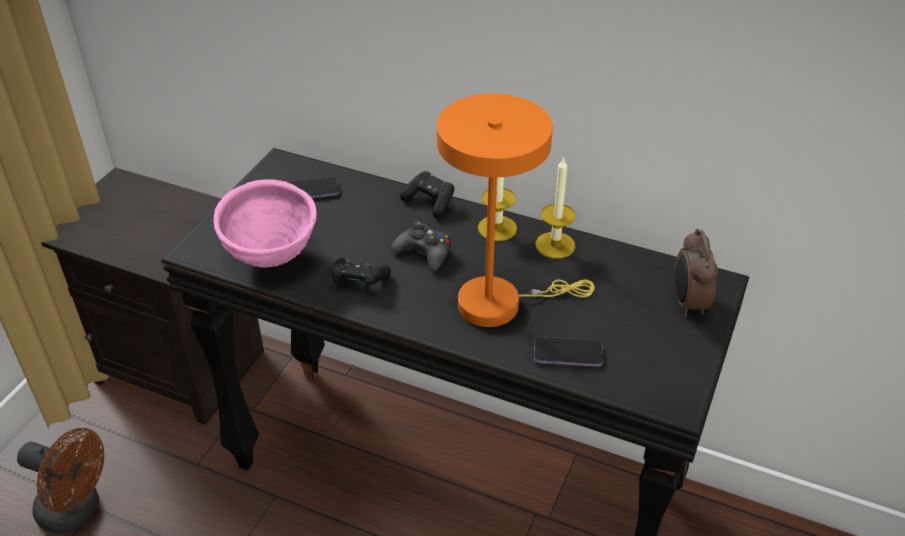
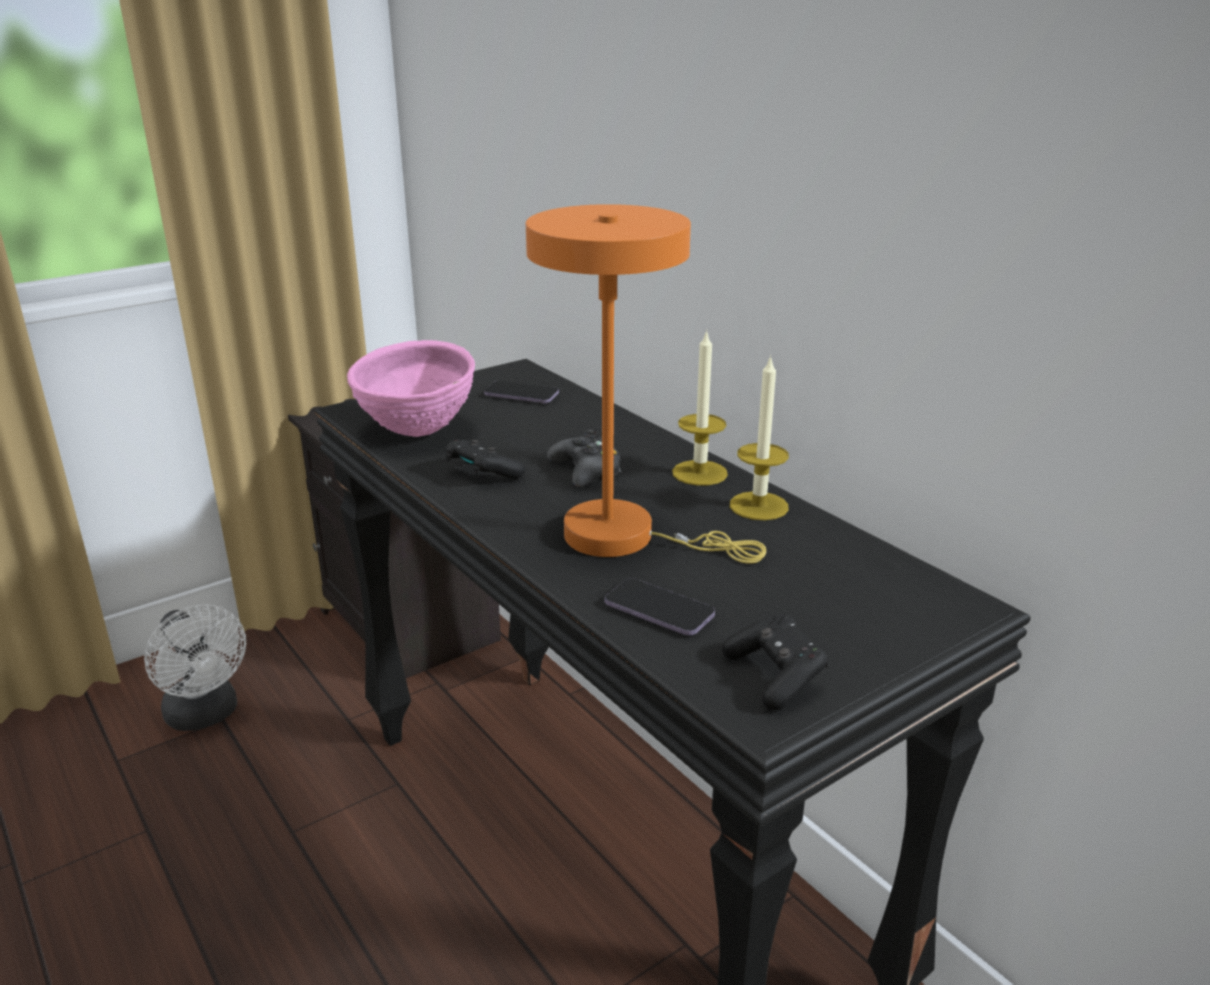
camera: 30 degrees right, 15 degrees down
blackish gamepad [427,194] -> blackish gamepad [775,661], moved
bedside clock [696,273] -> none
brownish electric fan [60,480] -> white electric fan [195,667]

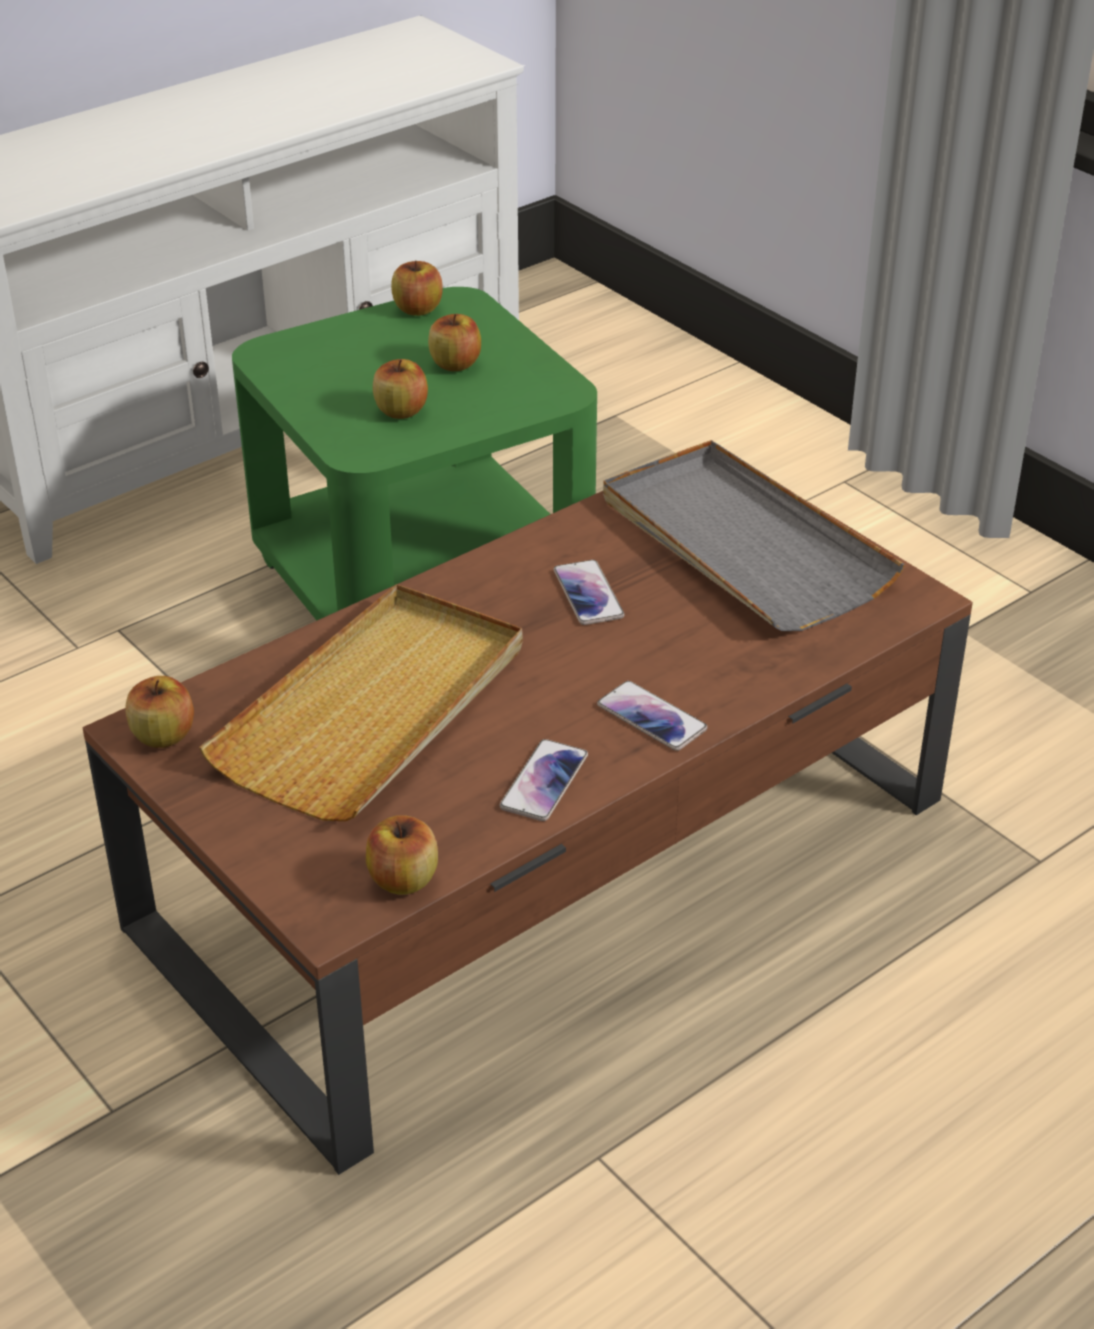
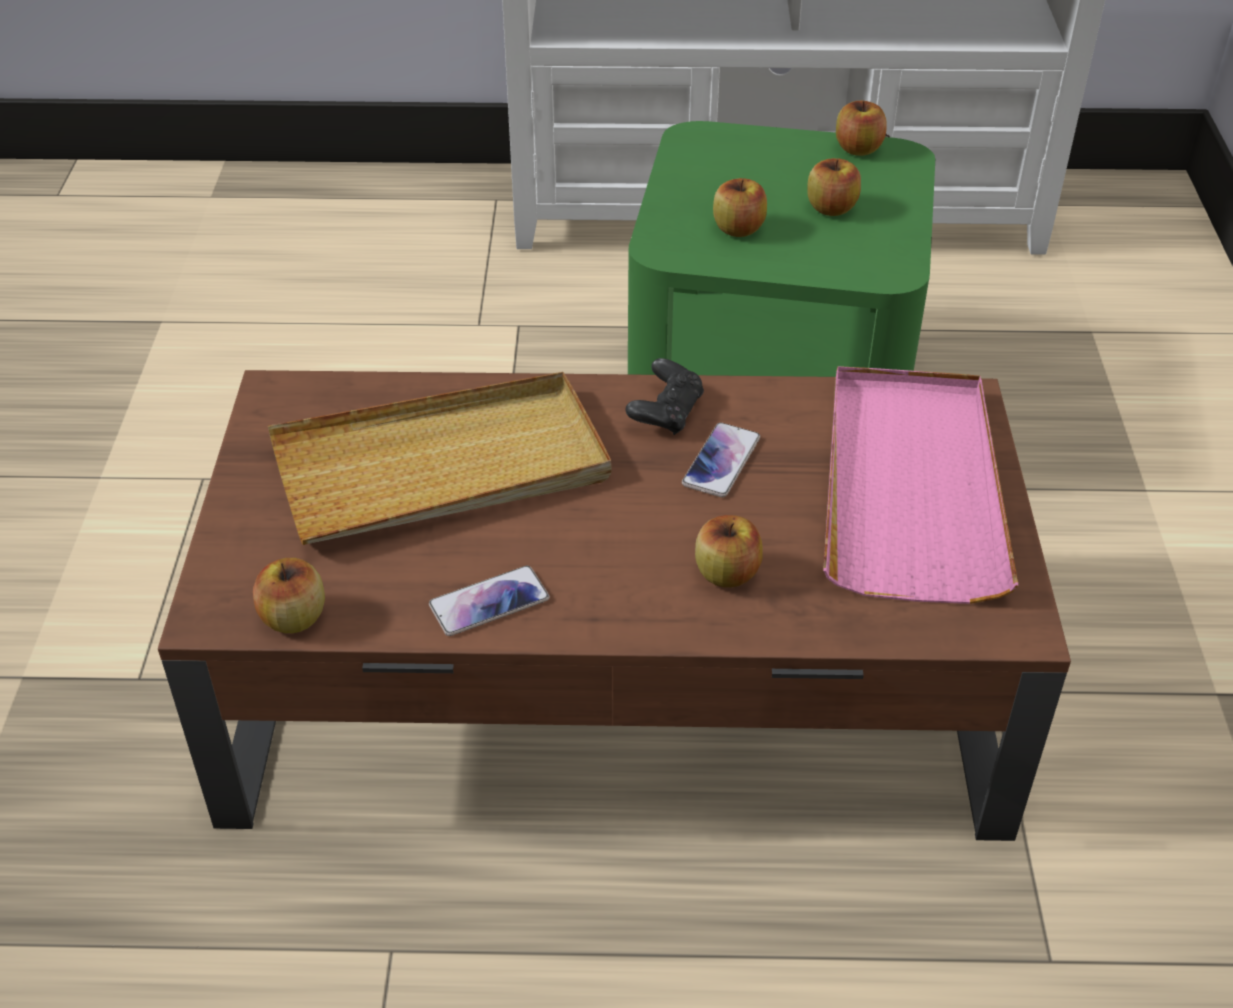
camera: 40 degrees right, 5 degrees up
gray carrying tray [754,535] -> pink-coloured carrying tray [921,485]
whole apple [159,712] -> whole apple [729,551], moved
telephone [652,716] -> none
none -> blackish gamepad [665,396]

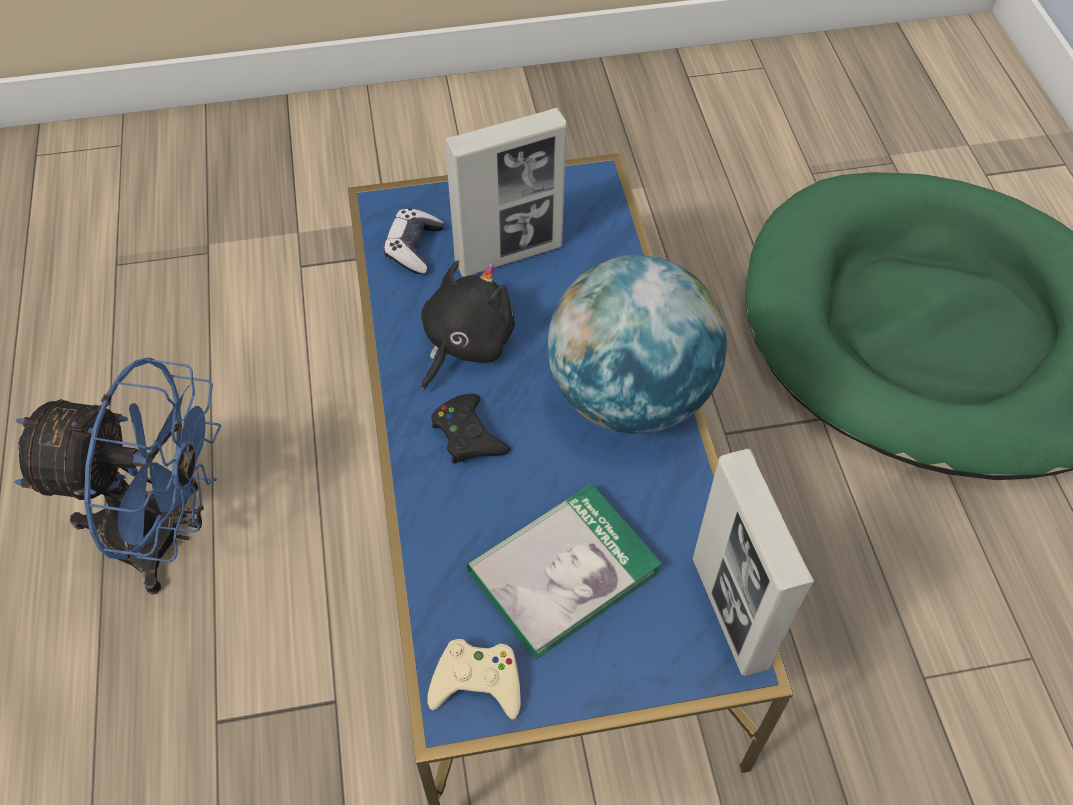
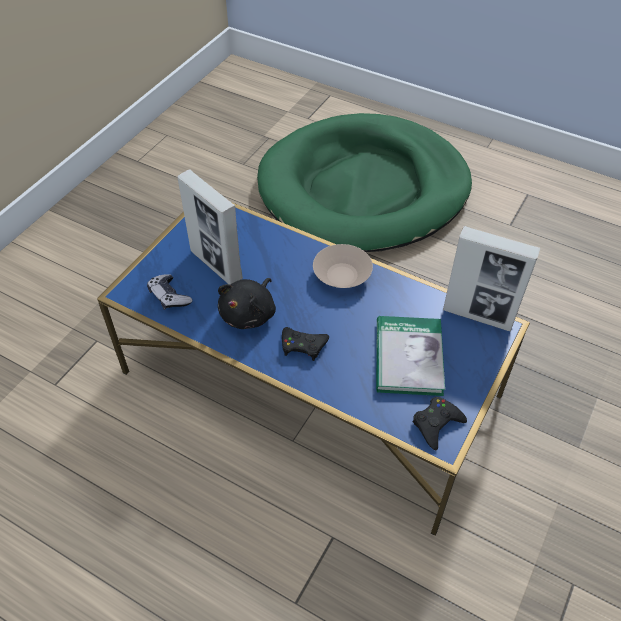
camera: 50 degrees left, 5 degrees down
standing frame [505,192] -> standing frame [210,227], 120 degrees clockwise
desk globe [637,344] -> beige deep dish [343,266]
blackish plush toy [468,325] -> blackish plush toy [247,303], 135 degrees counterclockwise
bluish electric fan [117,476] -> none
beige gamepad [474,679] -> blackish gamepad [440,424]

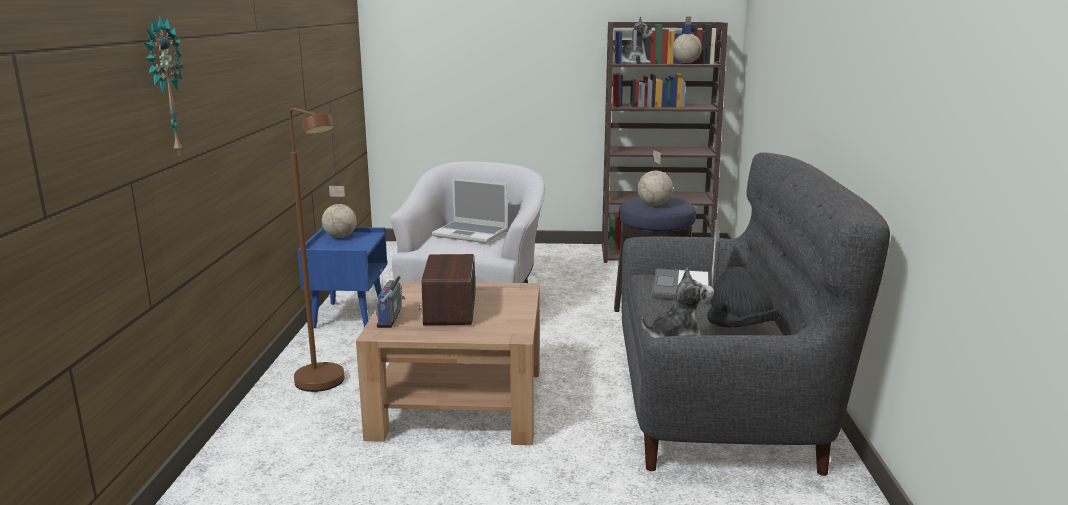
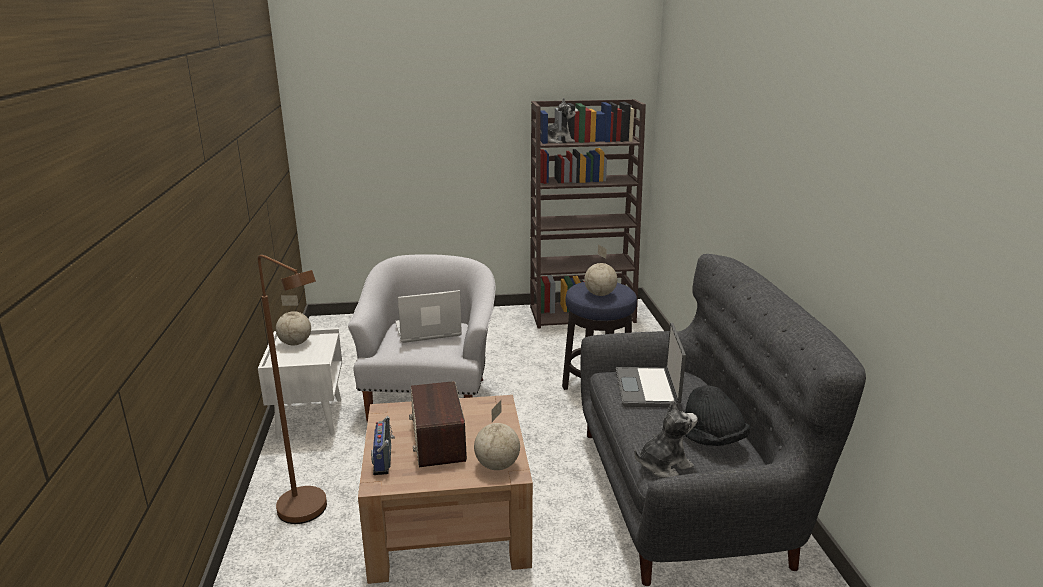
camera: 10 degrees left, 5 degrees up
clock on the wall [164,85] -> none
desk globe [687,39] -> desk globe [497,435], moved
laptop [469,210] -> laptop [428,316], 150 degrees clockwise
bluish bedside table [342,277] -> white bedside table [300,383]

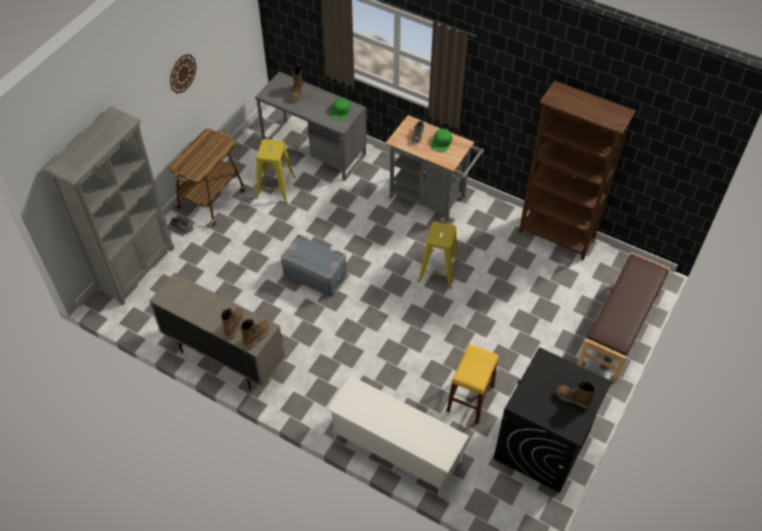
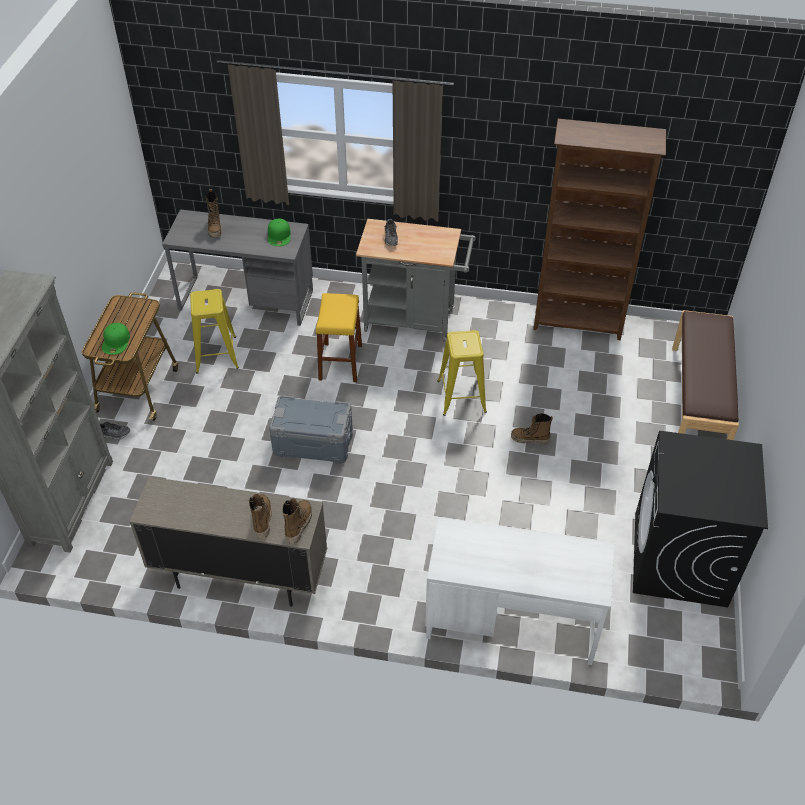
camera: 20 degrees left, 5 degrees down
clock on the wall [183,74] -> none
green-coloured peaked cap [441,140] -> green-coloured peaked cap [116,339], moved
yellow-coloured sitting stool [472,384] -> yellow-coloured sitting stool [339,337], moved
white shoe rack [397,435] -> white desk [519,591]
high-top boot [576,395] -> high-top boot [532,429], moved

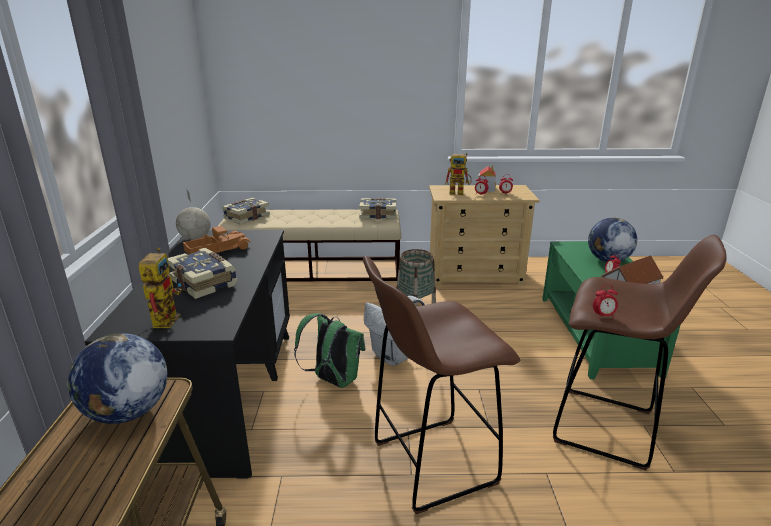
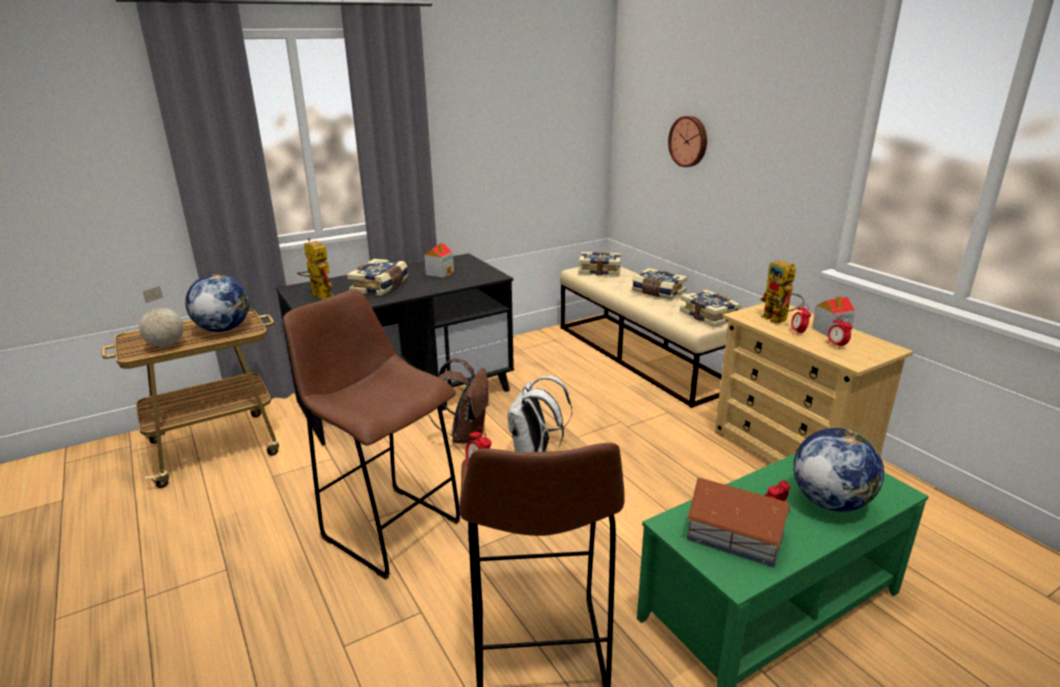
camera: 60 degrees right, 0 degrees up
desk globe [193,215] -> desk globe [161,316], moved
model truck [217,240] -> model house [439,260]
model robot [160,288] -> model robot [315,268], 105 degrees counterclockwise
basket [416,278] -> none
green-coloured backpack [329,350] -> brownish backpack [458,401]
none -> clock on the wall [687,141]
none -> bound book [660,284]

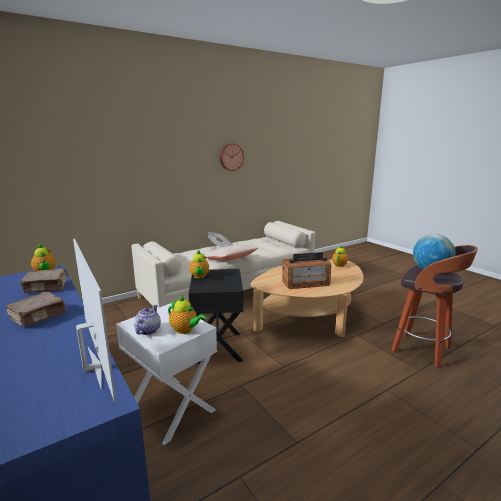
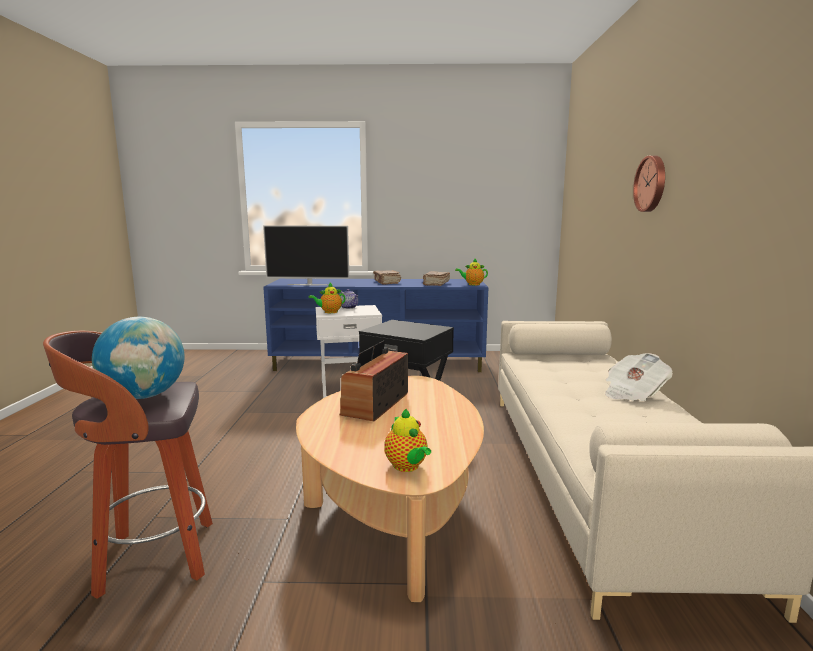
camera: 125 degrees right, 5 degrees down
clock on the wall [232,157] -> clock on the wall [649,183], moved
beige pillow [231,253] -> none
teapot [199,264] -> none

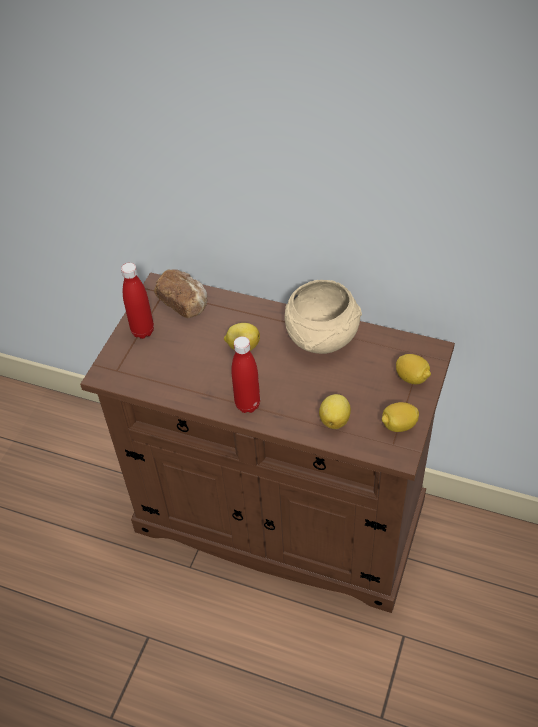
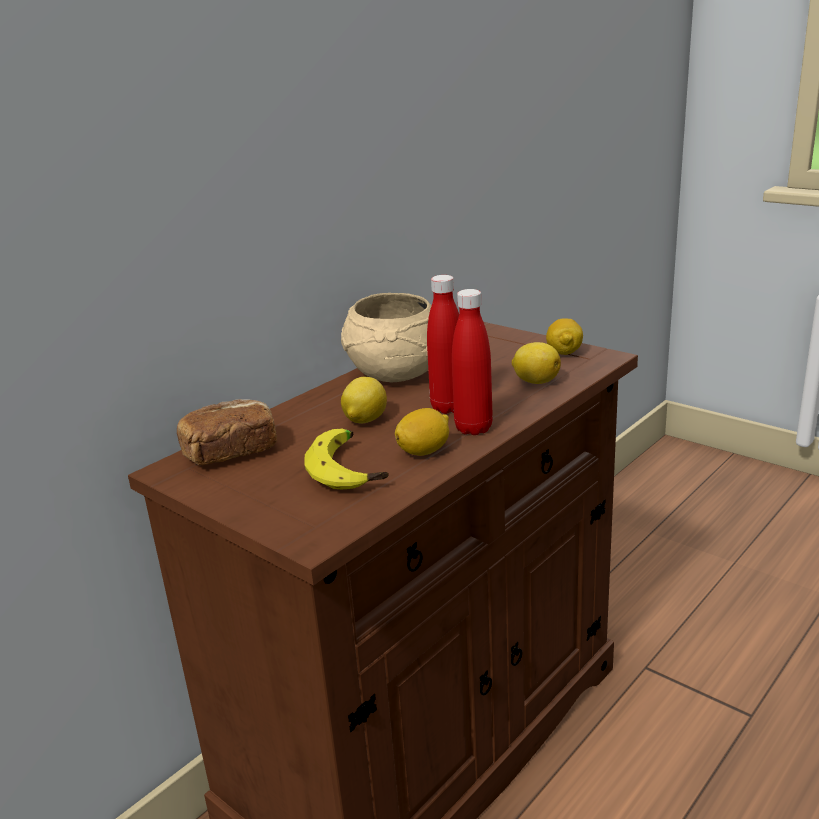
camera: 70 degrees left, 25 degrees down
red bottle [137,301] -> red bottle [443,344], moved
citrus fruit [413,369] -> citrus fruit [422,432], moved
none -> whole banana [347,458]

